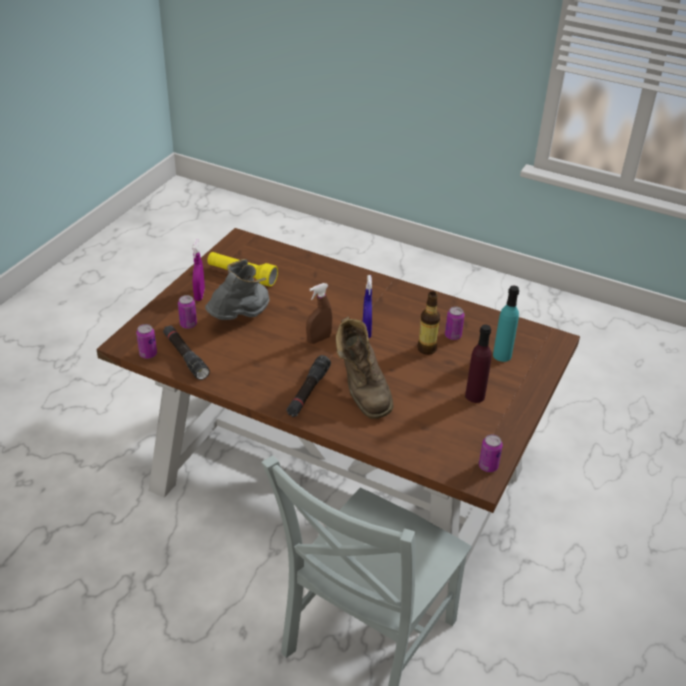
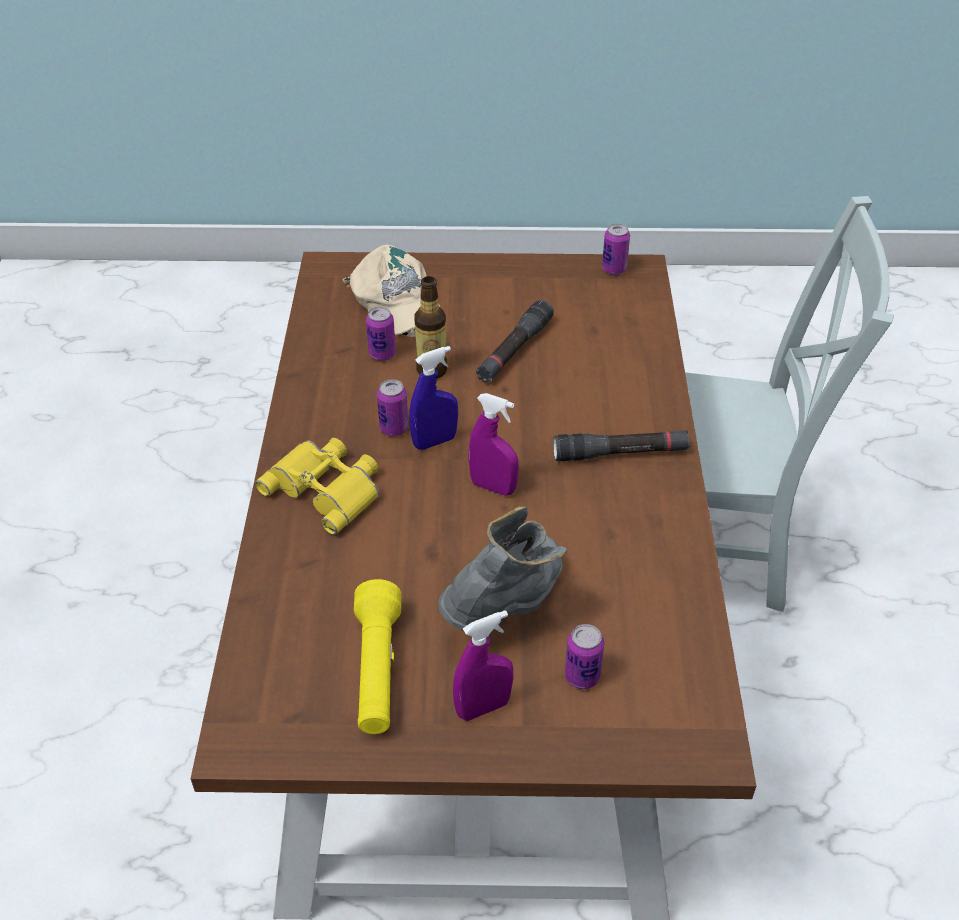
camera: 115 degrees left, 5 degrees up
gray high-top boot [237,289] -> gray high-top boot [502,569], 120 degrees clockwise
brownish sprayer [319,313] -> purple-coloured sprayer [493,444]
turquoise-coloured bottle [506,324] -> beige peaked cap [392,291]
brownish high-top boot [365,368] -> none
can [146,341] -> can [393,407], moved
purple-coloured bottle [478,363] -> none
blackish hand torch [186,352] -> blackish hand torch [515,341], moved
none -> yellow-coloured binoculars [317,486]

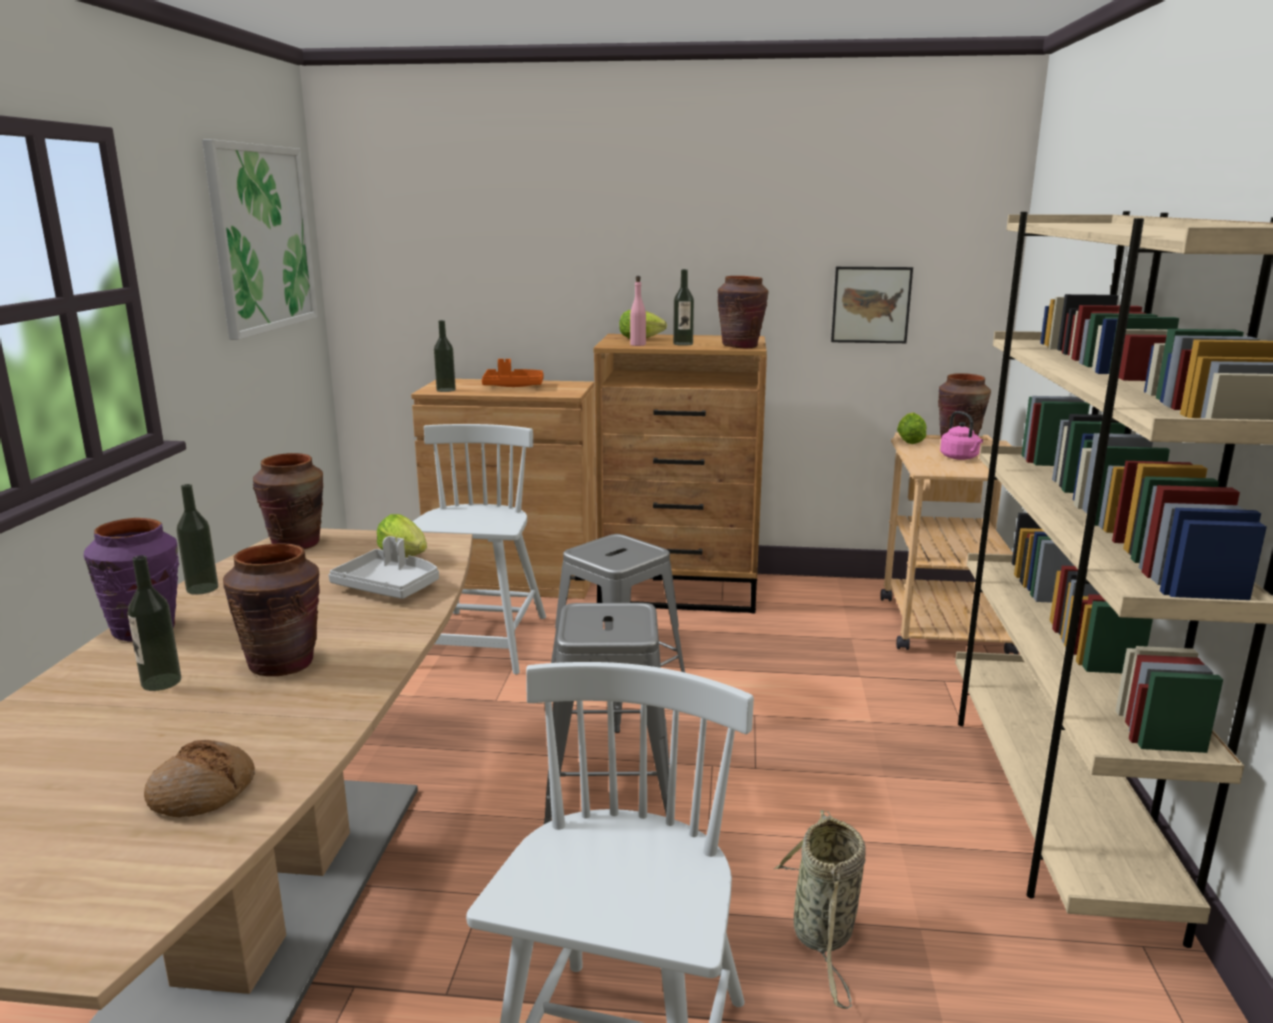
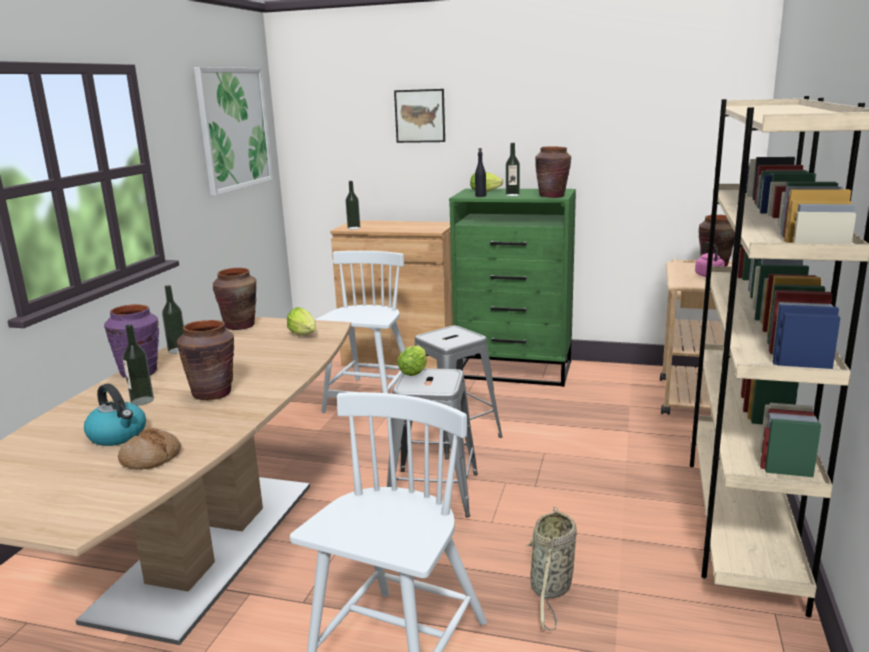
camera: 10 degrees right, 0 degrees up
wall art [872,305] -> wall art [419,116], moved
pink-coloured bottle [638,311] -> blackish bottle [480,172]
brownish dresser [680,473] -> green-coloured dresser [512,287]
orange-coloured carrying tray [513,373] -> none
head of lettuce [912,428] -> head of lettuce [412,360], moved
gray carrying tray [383,567] -> none
none -> water kettle [115,415]

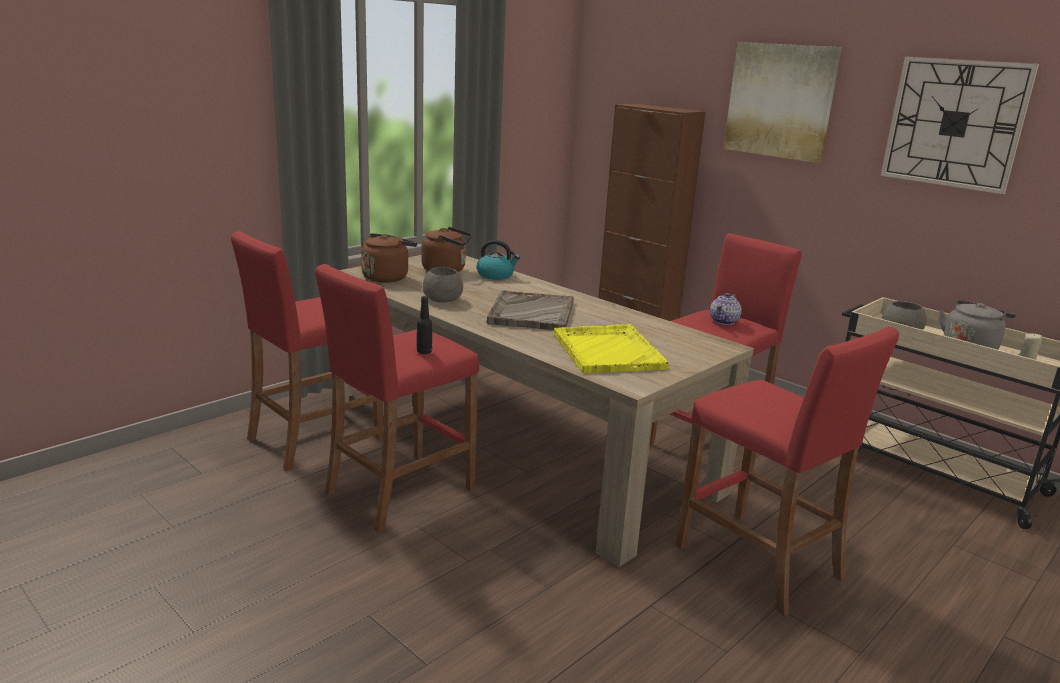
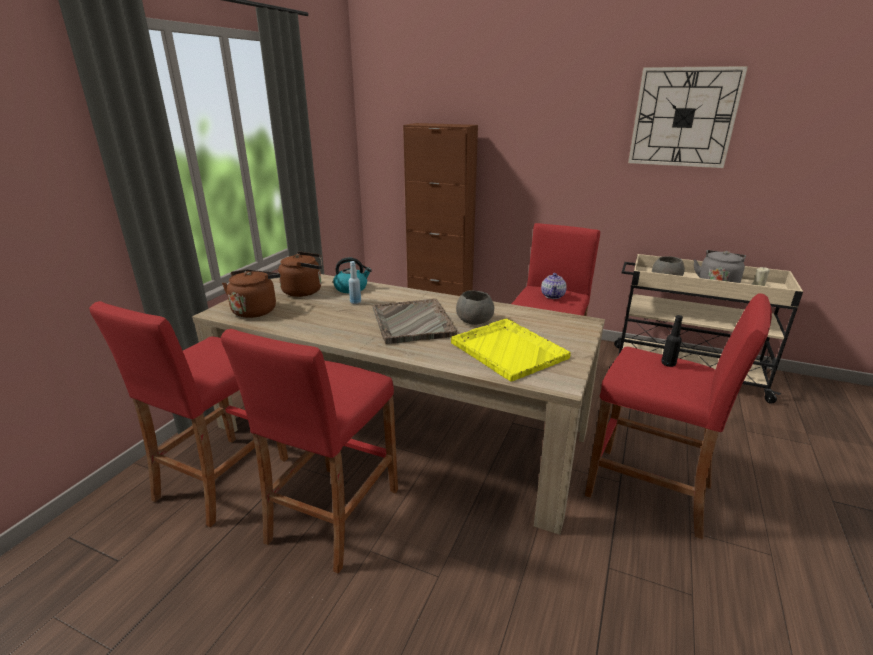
camera: 20 degrees left, 5 degrees up
wall art [782,102] -> none
gray deep dish [443,284] -> gray deep dish [475,308], moved
blackish bottle [424,325] -> blackish bottle [672,341], moved
none -> bluish bottle [355,282]

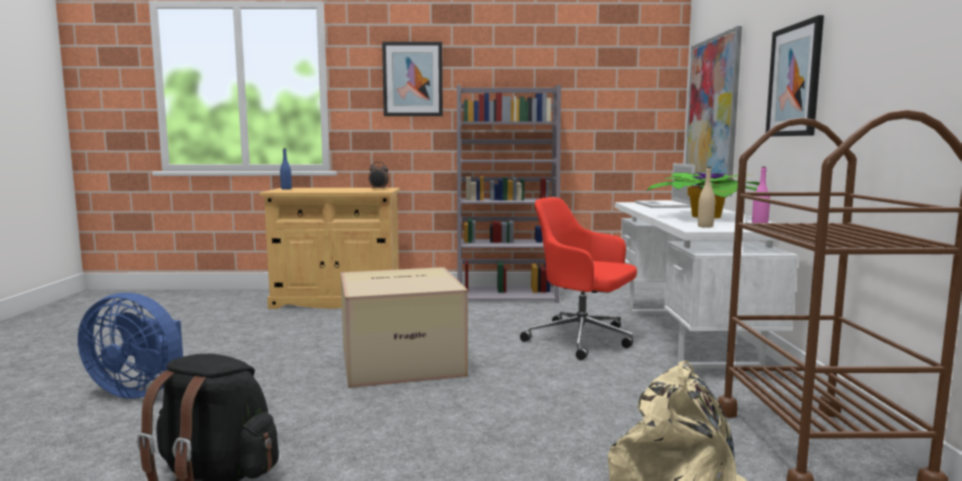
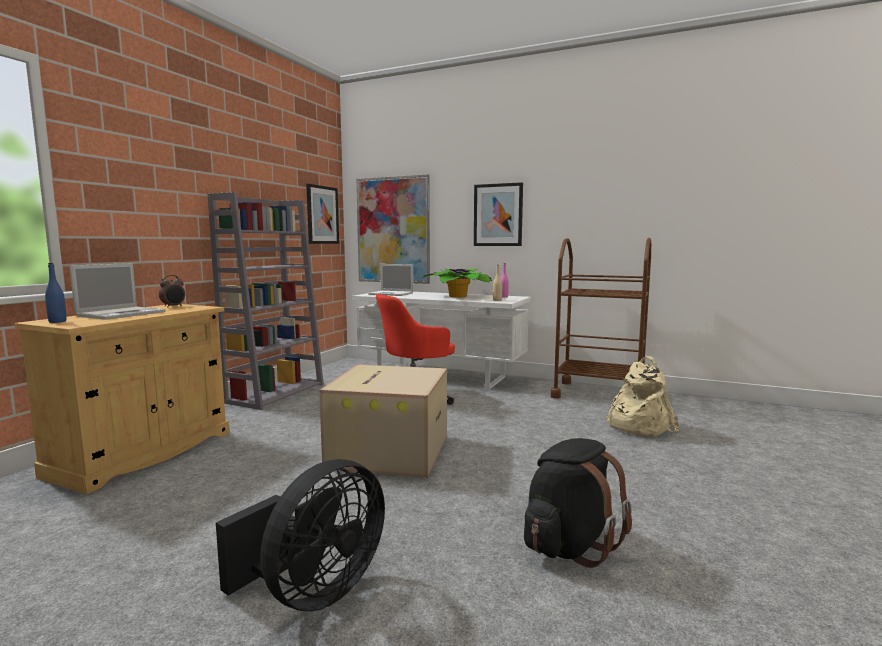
camera: 65 degrees left, 0 degrees up
wall art [412,79] -> wall art [322,214], moved
bluish electric fan [130,346] -> blackish electric fan [300,535]
none -> laptop [117,291]

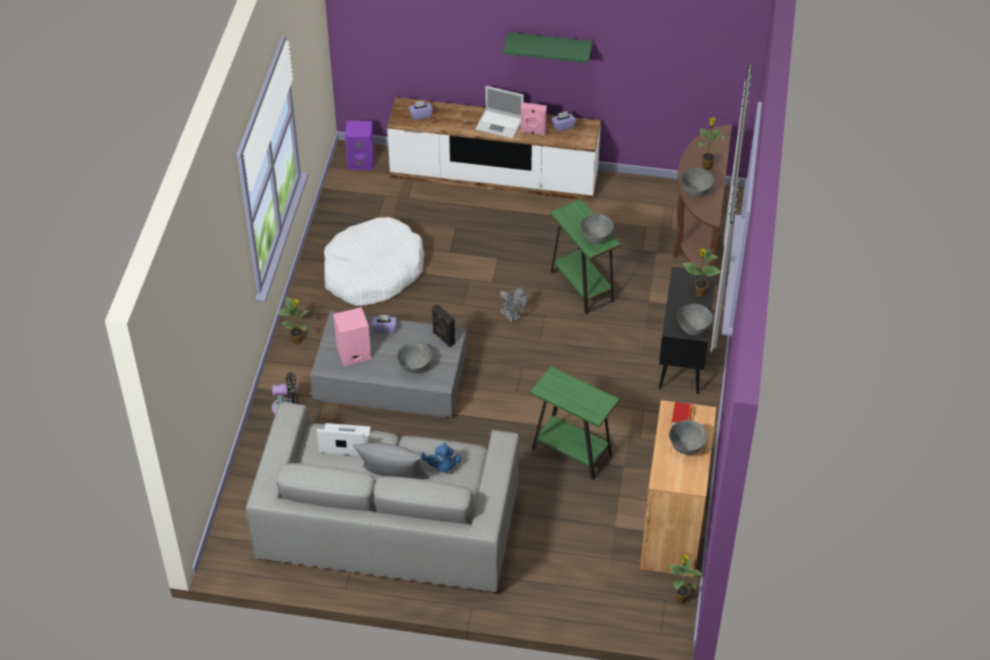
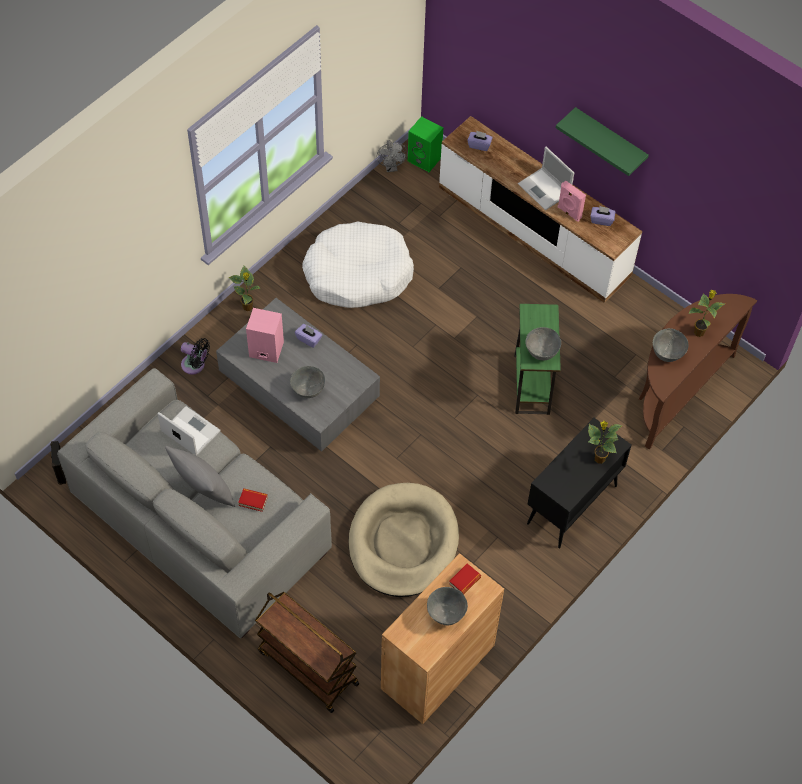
camera: 30 degrees right, 10 degrees up
purple-coloured speaker [360,145] -> green-coloured speaker [425,144]
gray electric fan [514,305] -> gray electric fan [392,156], moved
blackish speaker [443,325] -> blackish speaker [58,463], moved
gray deep dish [695,320] -> none
green-coloured accent table [575,423] -> beige dog bed [404,540]
bluish plush toy [441,458] -> bound book [253,500]
potted plant [686,579] -> none
none -> brownish cart [307,652]

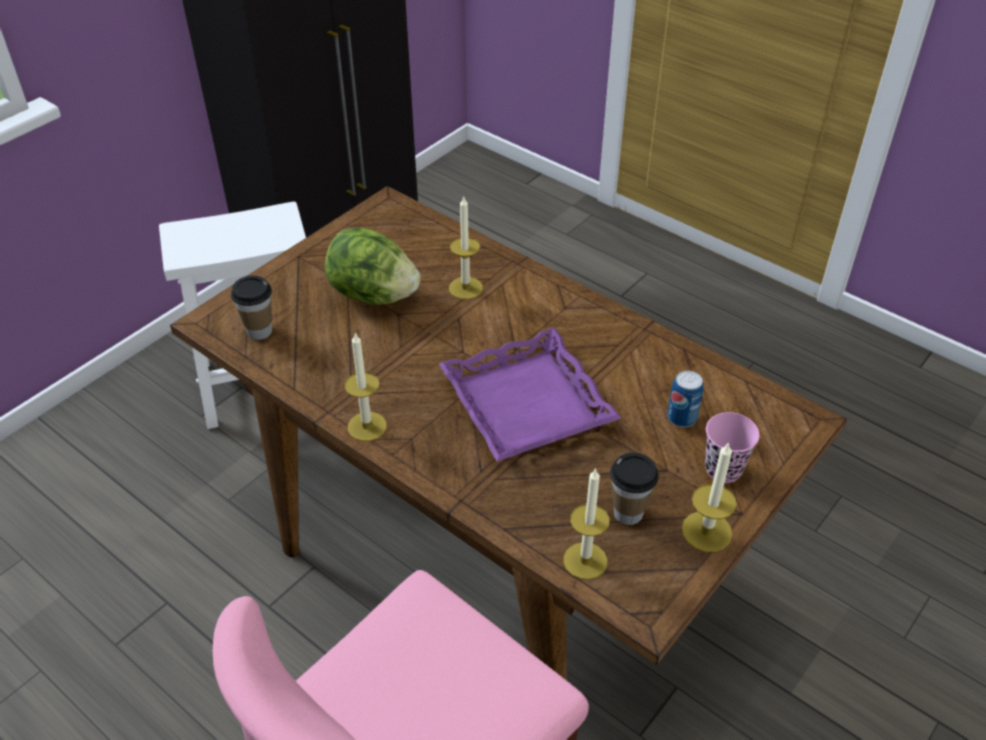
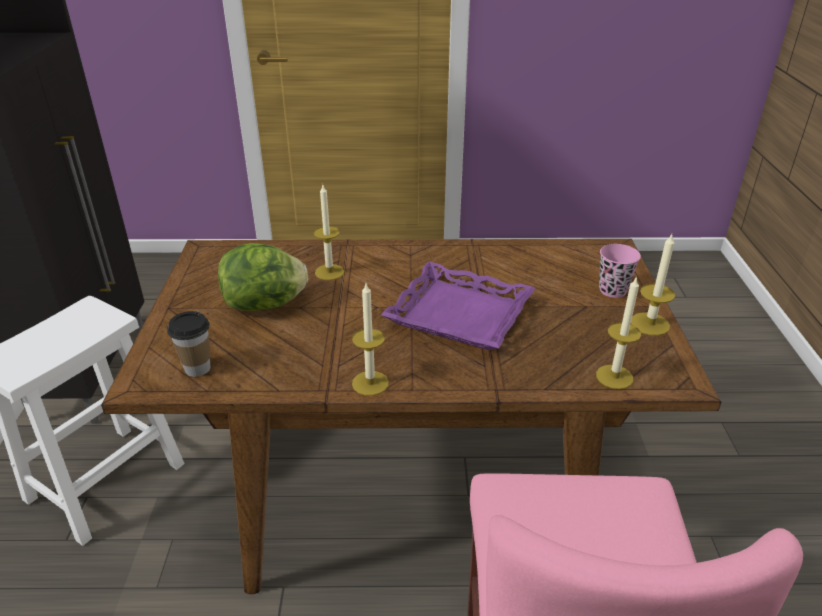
camera: 40 degrees left, 10 degrees down
can [685,398] -> none
small cup [634,489] -> none

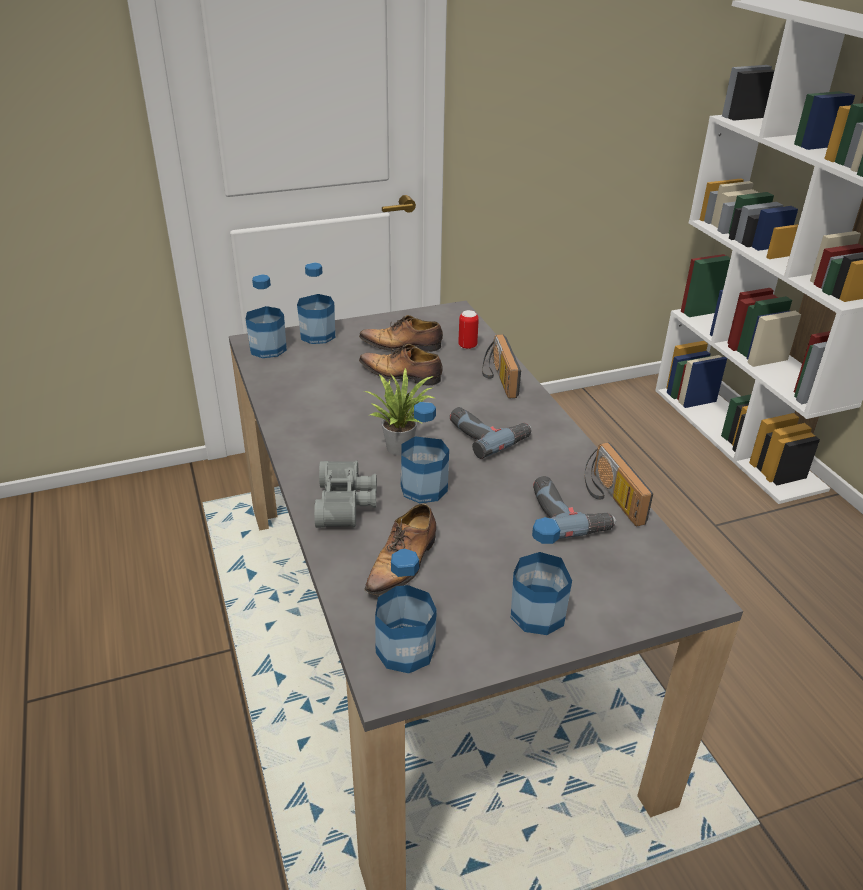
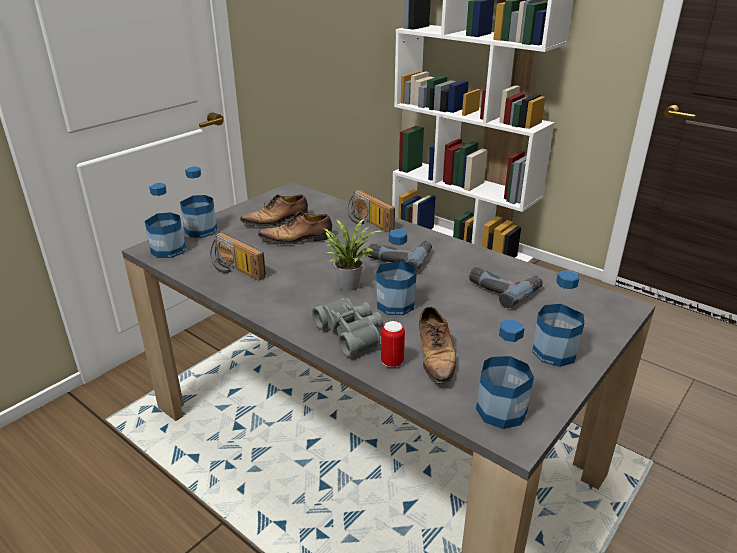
camera: 30 degrees left, 5 degrees down
can [468,329] -> can [393,344], moved
radio receiver [619,484] -> radio receiver [238,256], moved

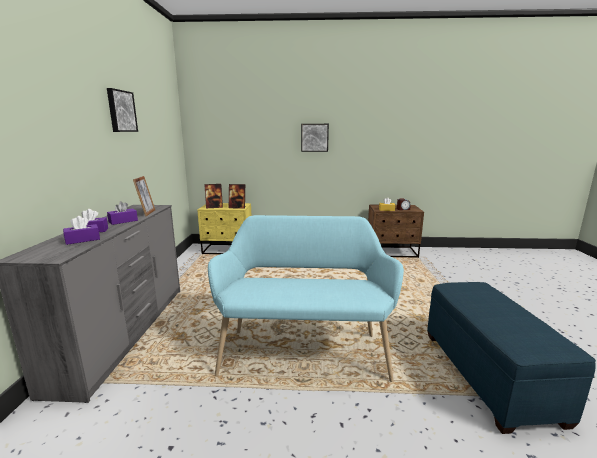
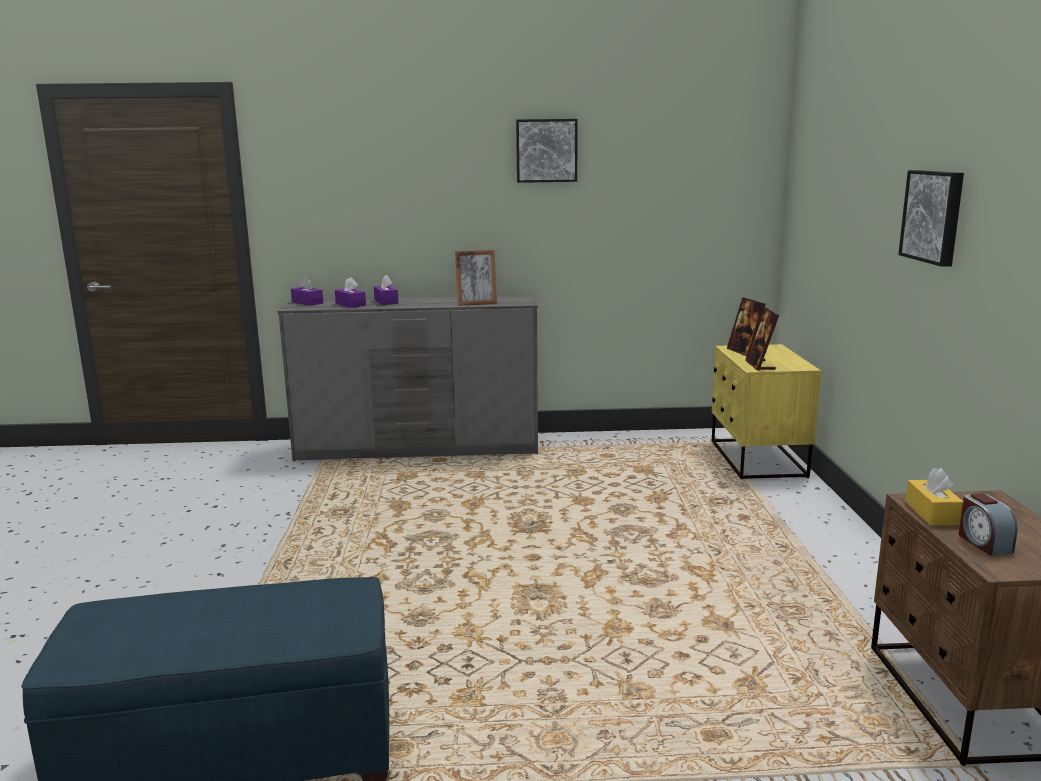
camera: 85 degrees right, 0 degrees up
purple-coloured tissue holder [122,213] -> purple-coloured tissue holder [307,291], moved
turquoise-coloured indoor bench [306,298] -> none

